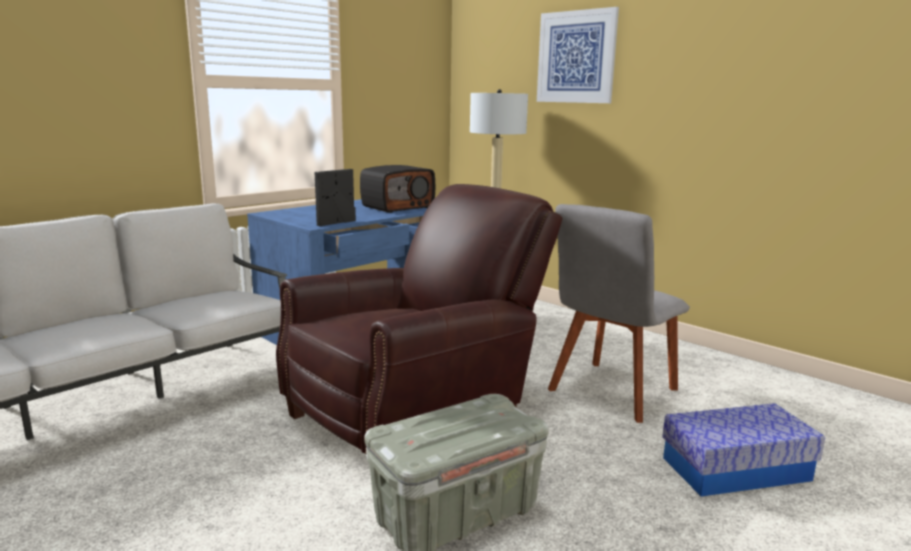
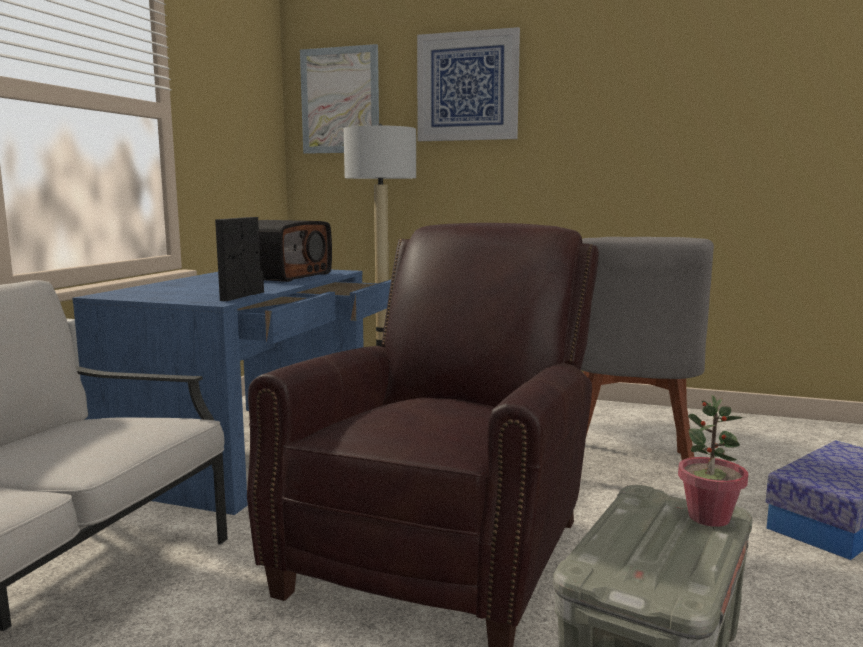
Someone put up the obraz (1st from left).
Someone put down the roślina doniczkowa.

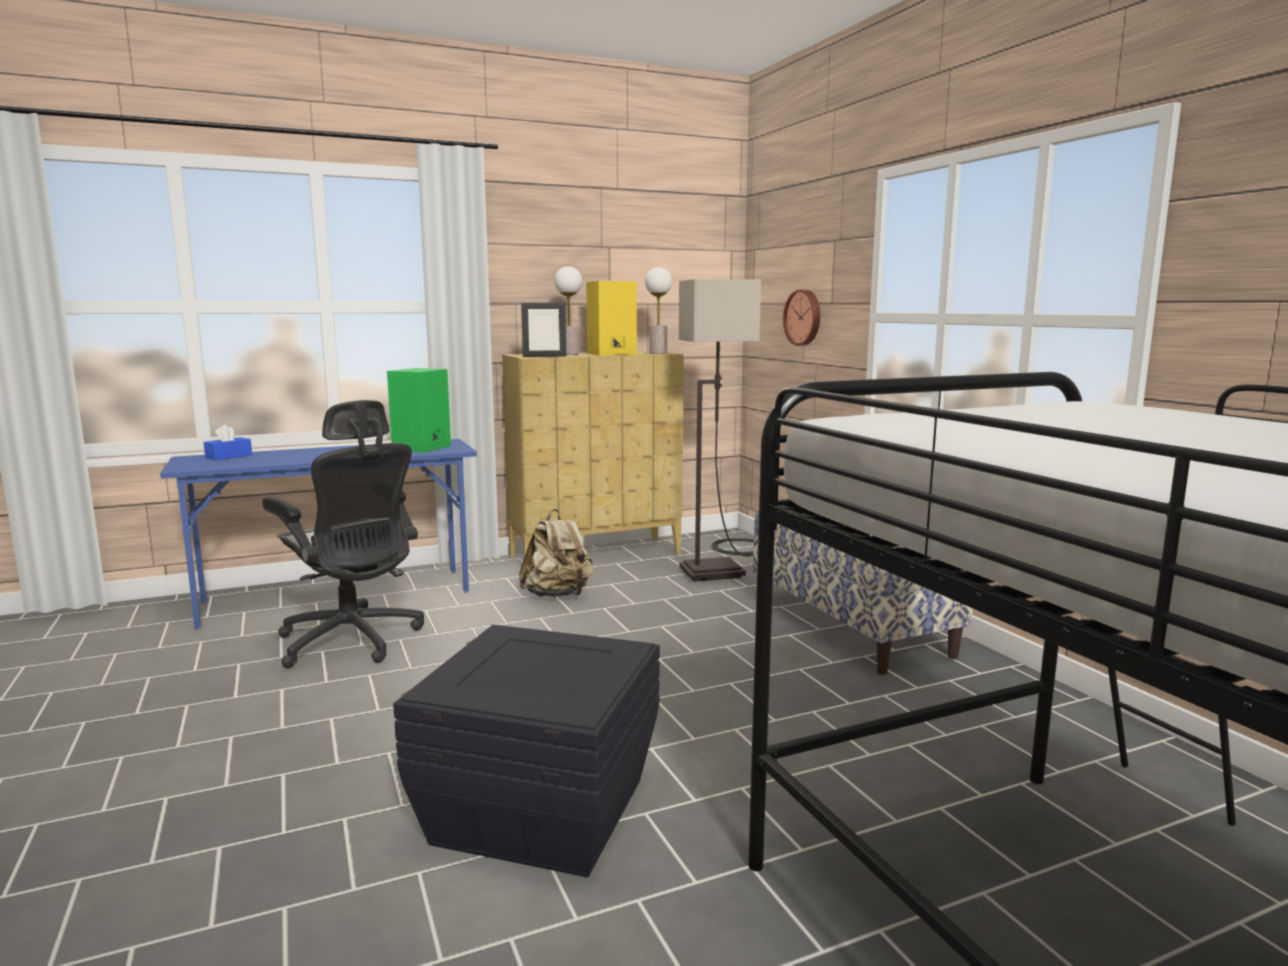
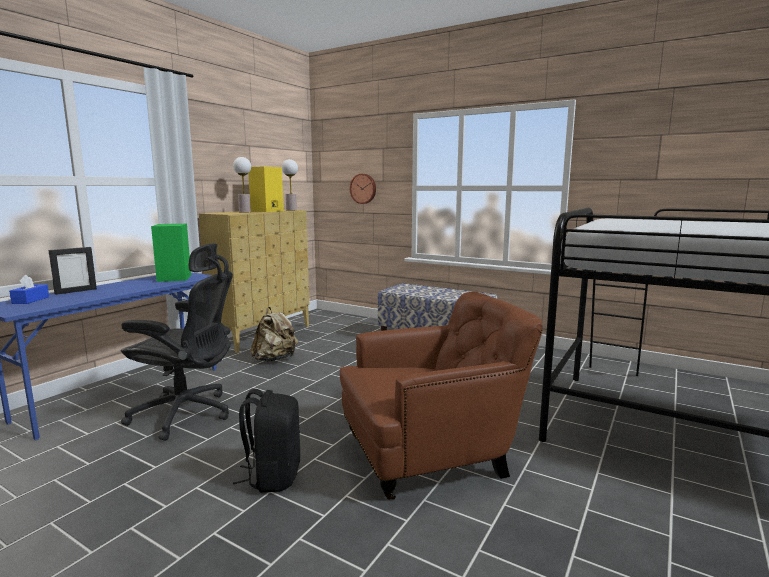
Someone took away the lampa stojąca.
Someone put down the plecak/czarny.
Someone carried the ramka na zdjęcie.
Someone swapped the pojemnik do przechowywania/czarny for the fotel/brązowy.

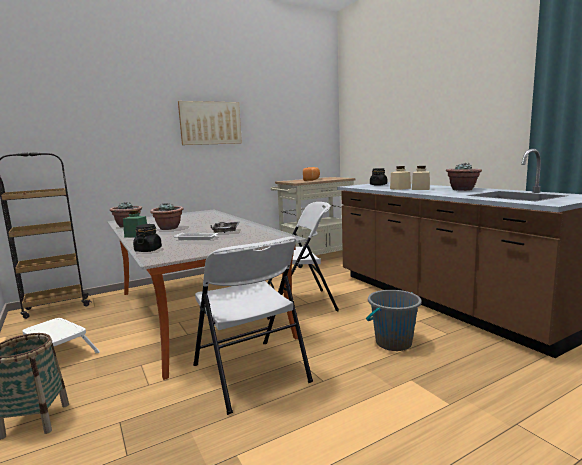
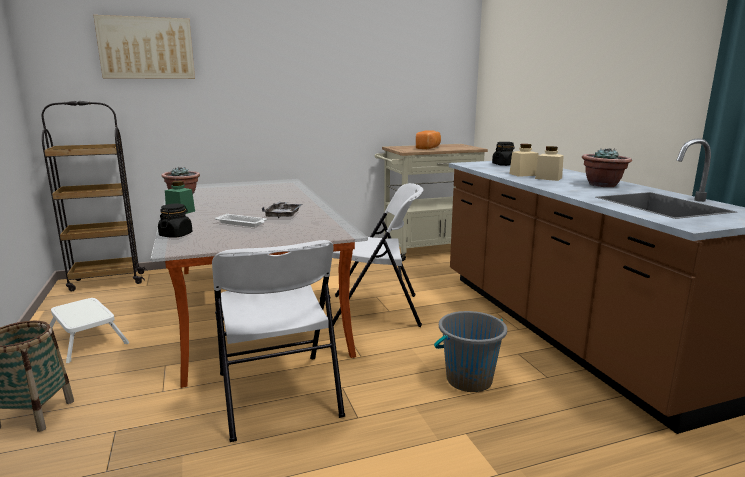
Someone took away the roślina doniczkowa (2nd from left).
Someone carried the obraz.

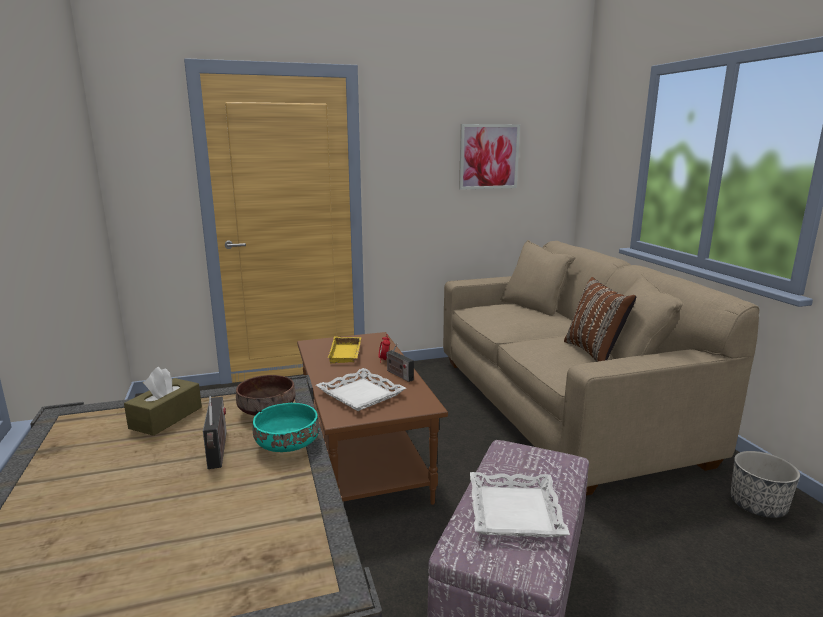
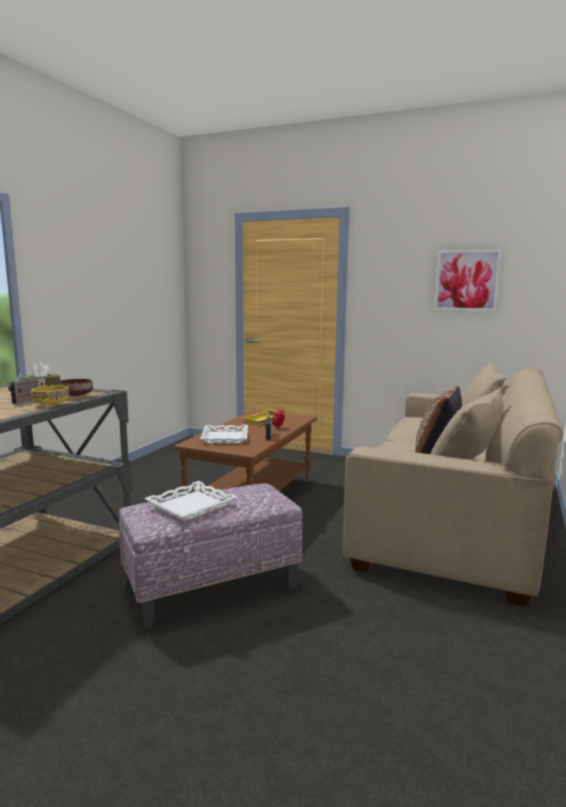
Someone took away the donica.
Someone repainted the miska/turkusowy, which became the miska/żółty.

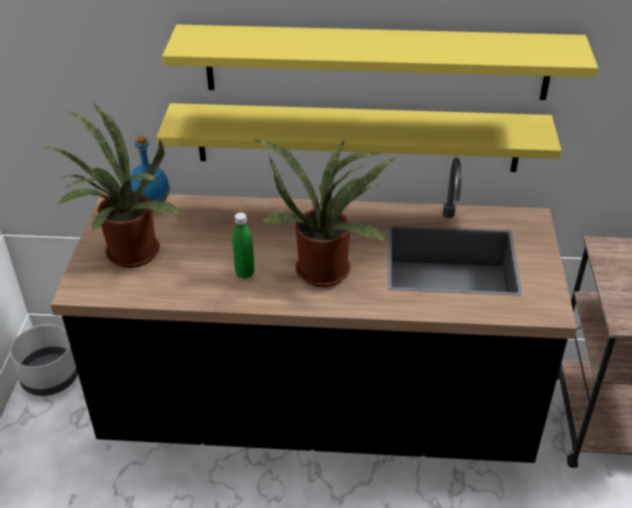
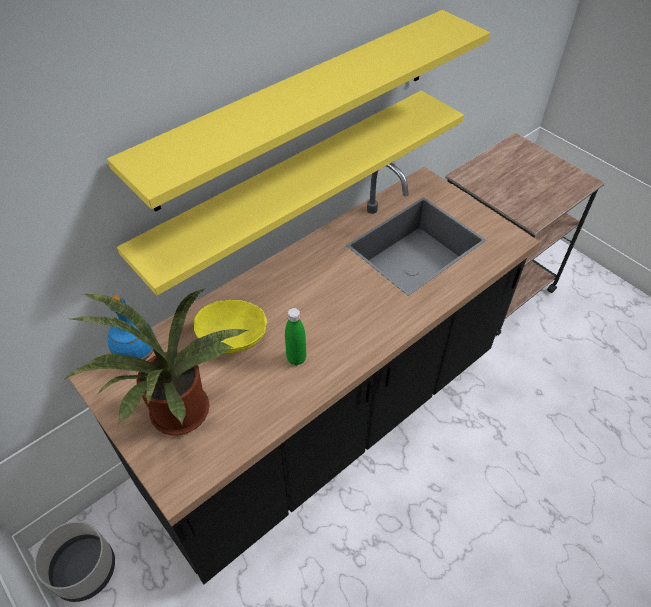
Someone took away the roślina doniczkowa (2nd from left).
Someone put down the miska/żółty.

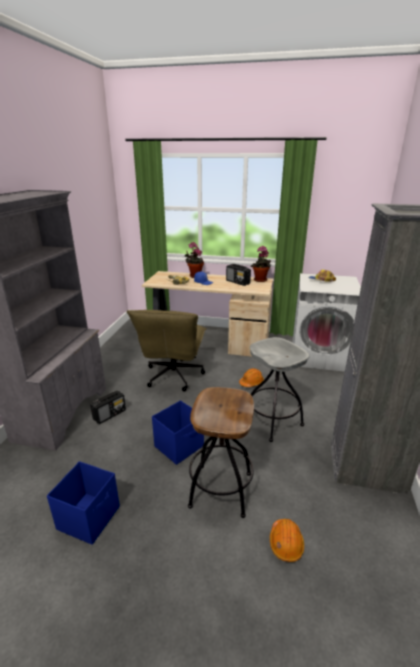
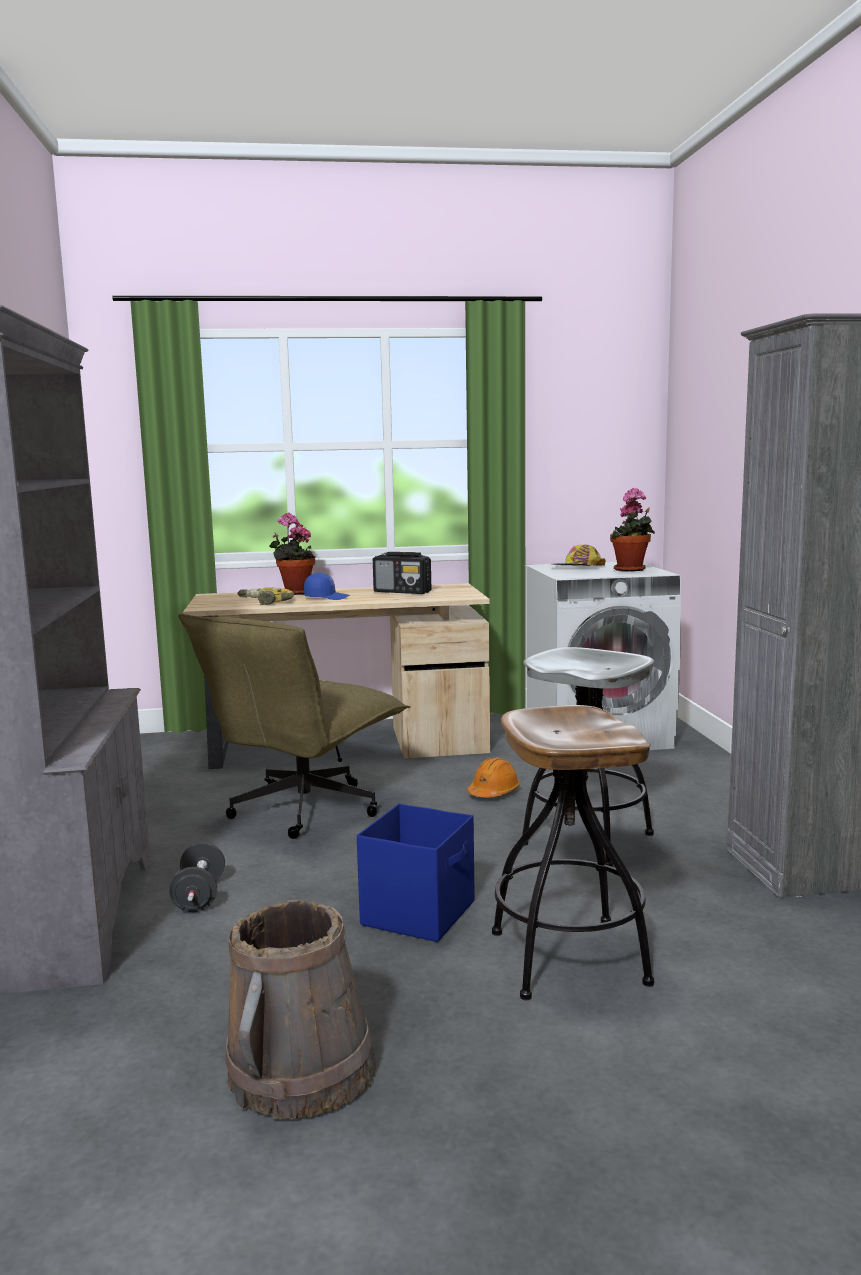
Someone took away the kask/pomarańczowy (2nd from left).
Someone carried the roślina doniczkowa (2nd from left).
Someone swapped the pojemnik do przechowywania/niebieski (1st from left) for the wiadro/brązowy.
Someone swapped the radio (1st from left) for the hantel/czarny.
Someone rotated the krzesło biurowe/beżowy by 45 degrees clockwise.

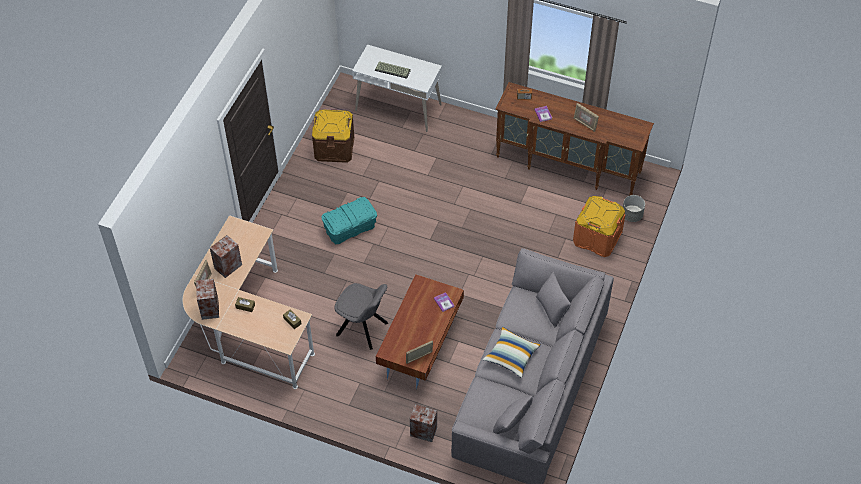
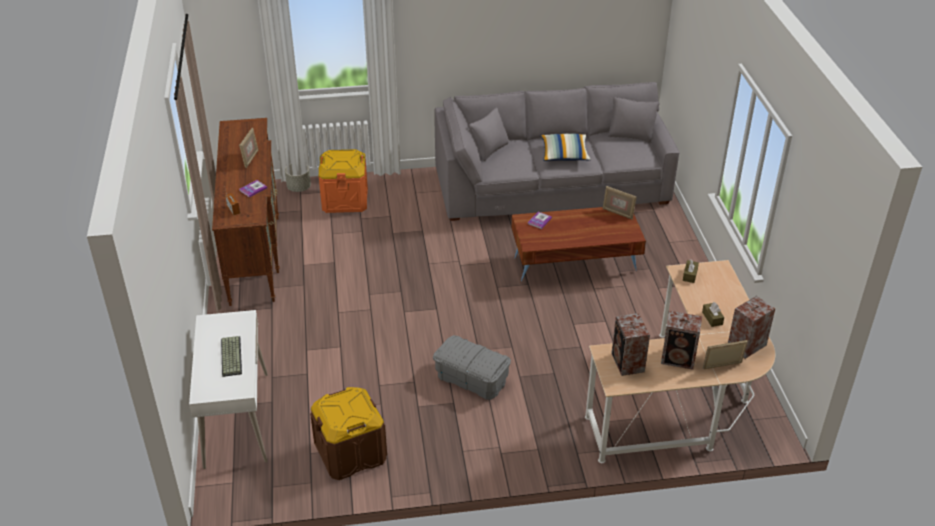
Someone took away the krzesło/szary.
Someone carried the głośnik (3rd from left in the first image).
Someone repainted the pojemnik do przechowywania/turkusowy, which became the pojemnik do przechowywania/szary.

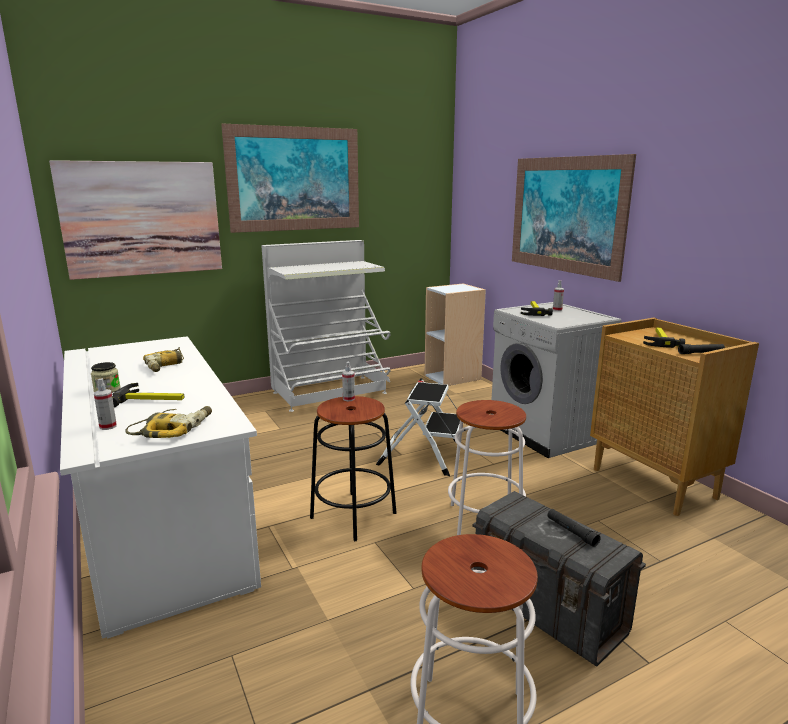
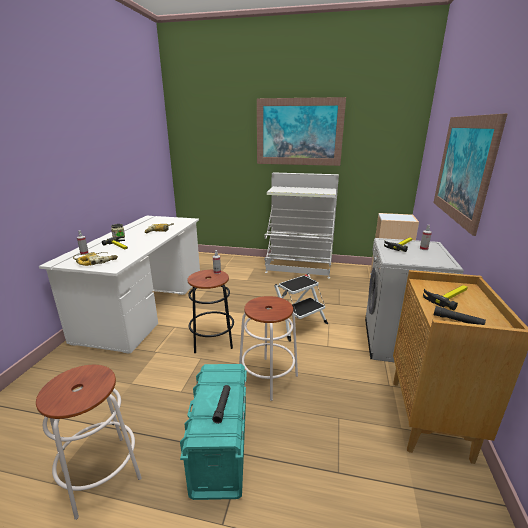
Someone took away the obraz (1st from left).
Someone repainted the pojemnik do przechowywania/szary, which became the pojemnik do przechowywania/turkusowy.

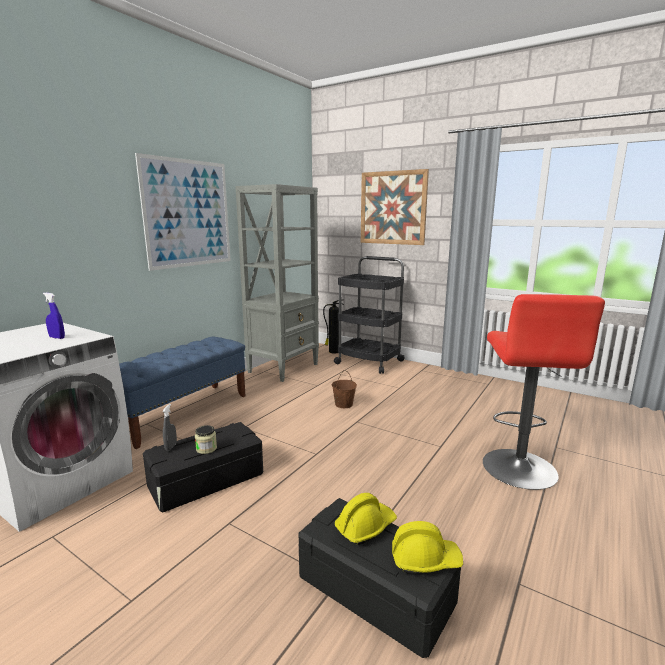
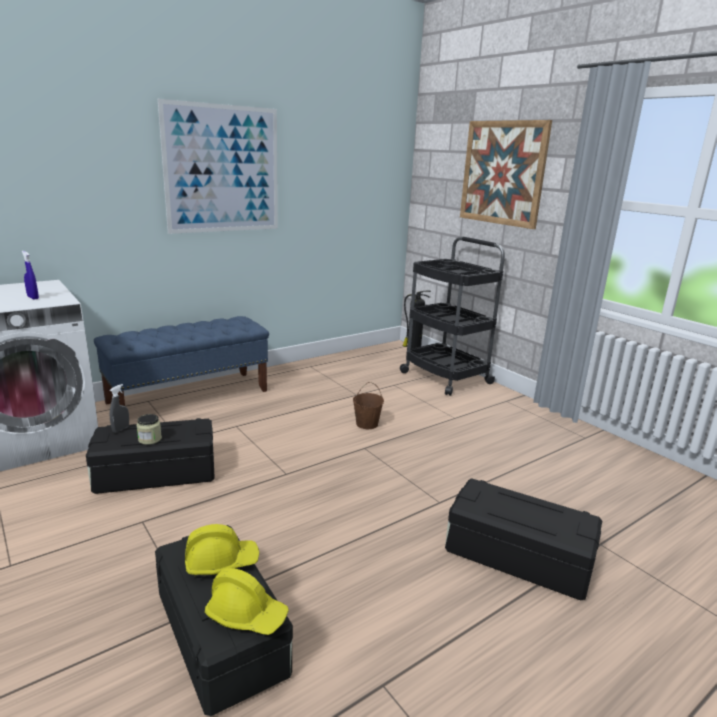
Someone took away the regał/szary.
Someone swapped the stołek/czerwony for the pojemnik do przechowywania/czarny (3rd from left).

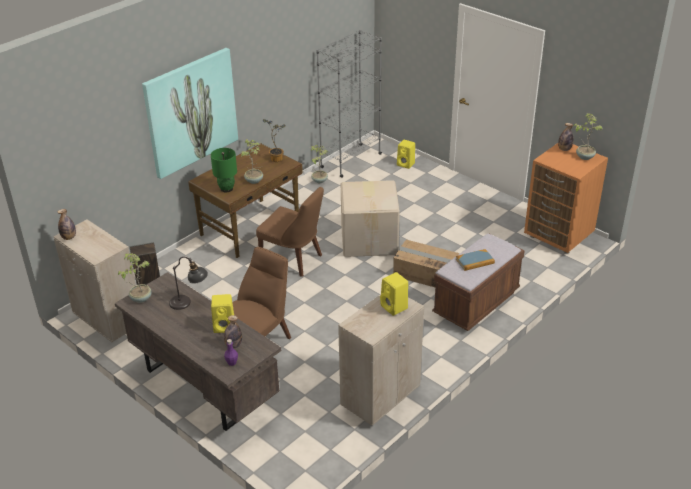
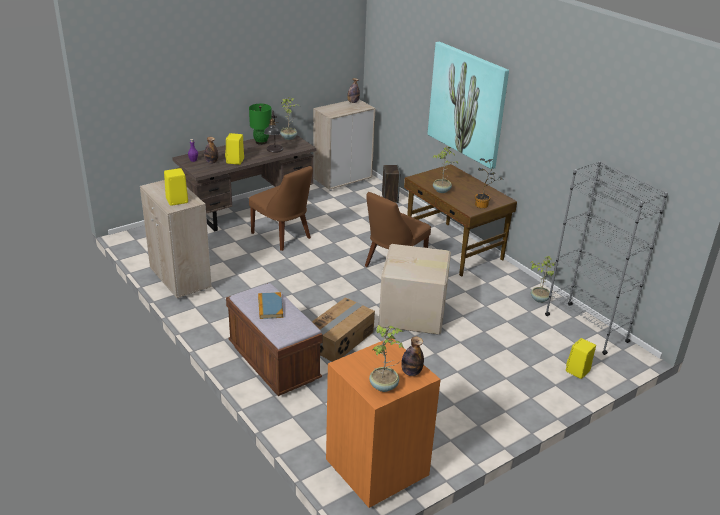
Someone carried the lampa stołowa/zielony.

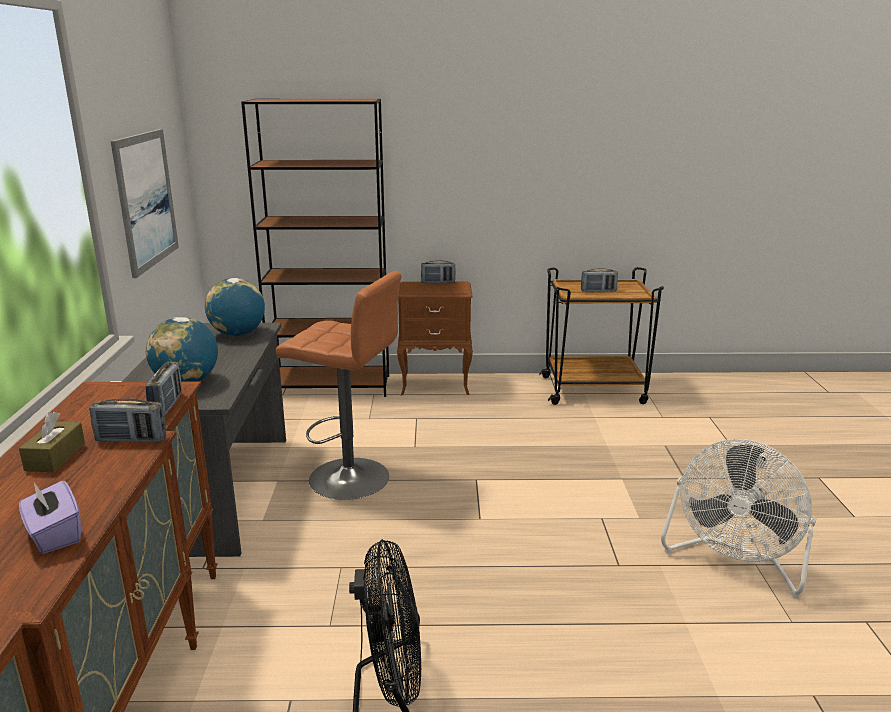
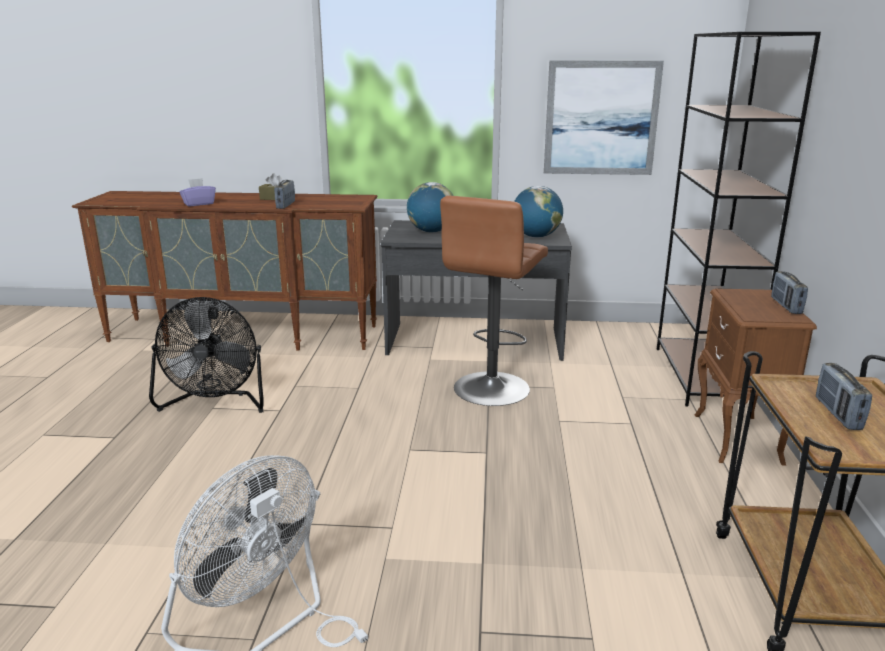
Someone took away the radio (2nd from left).

